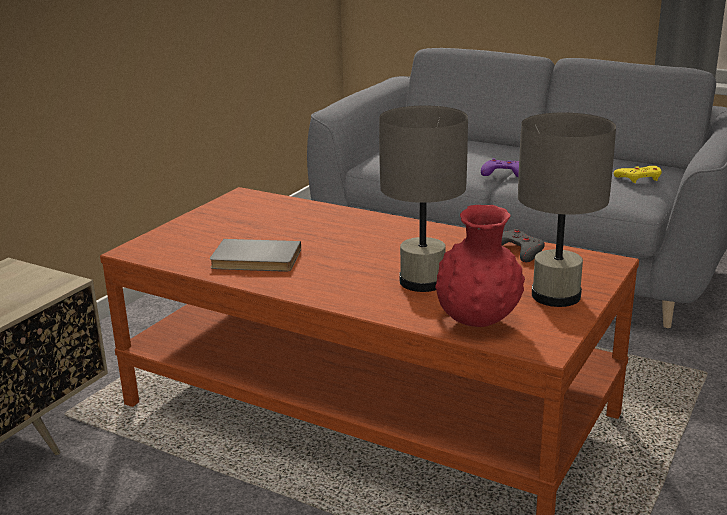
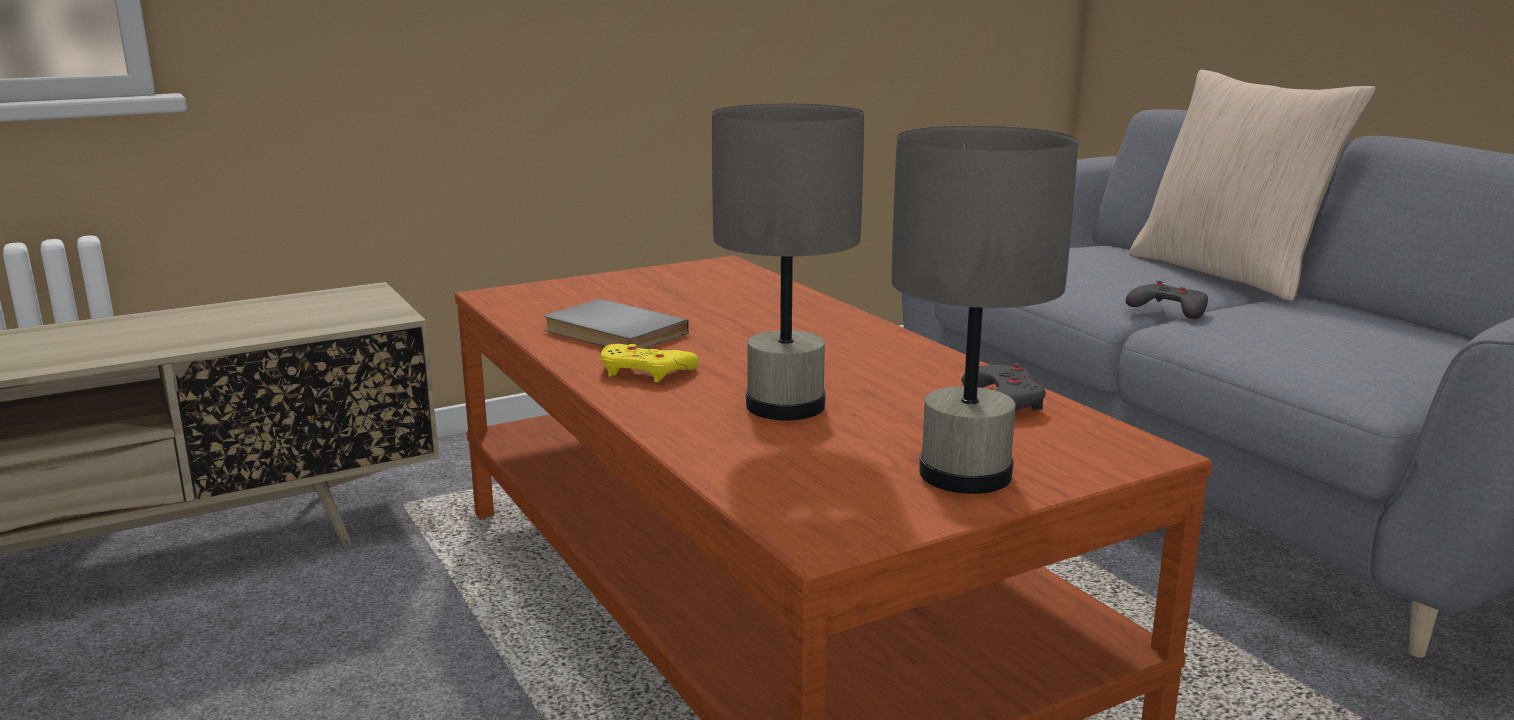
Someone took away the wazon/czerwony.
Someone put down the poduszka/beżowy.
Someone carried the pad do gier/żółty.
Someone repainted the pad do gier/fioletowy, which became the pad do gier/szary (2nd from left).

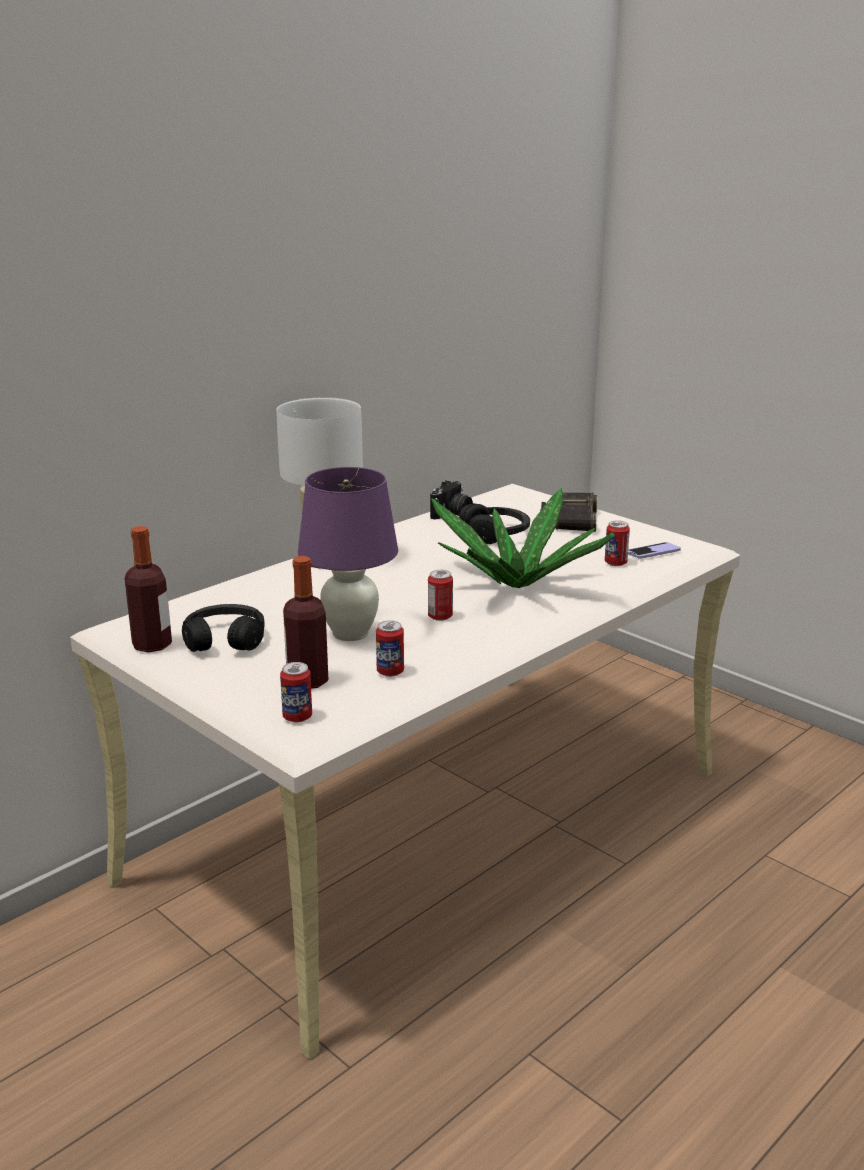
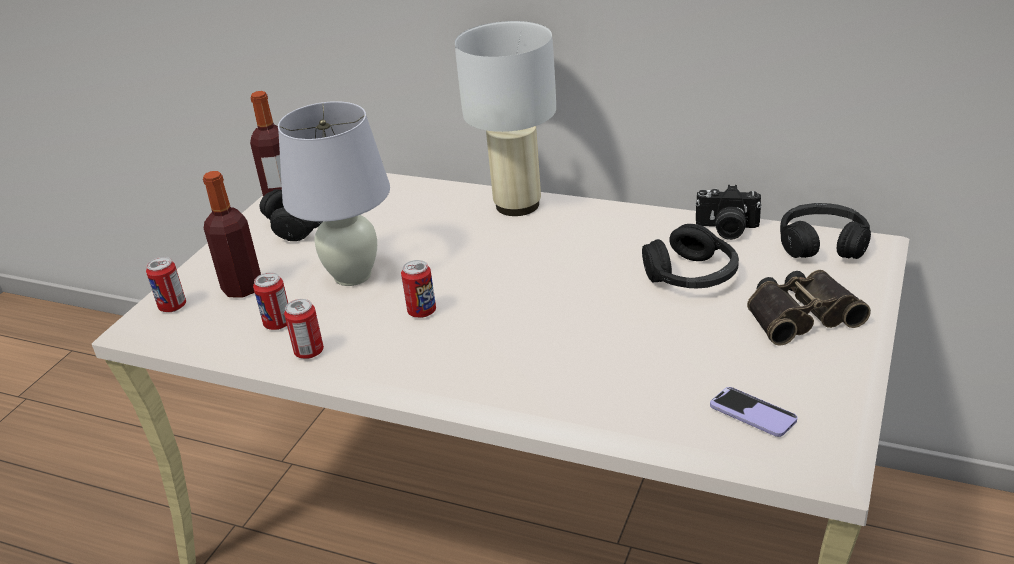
Someone took away the roślina doniczkowa.
Someone put down the słuchawki/czarny (3rd from left).
Someone carried the puszka (4th from left in the first image).
Someone repainted the lampa stołowa/fioletowy, which became the lampa stołowa/biały (1st from left).

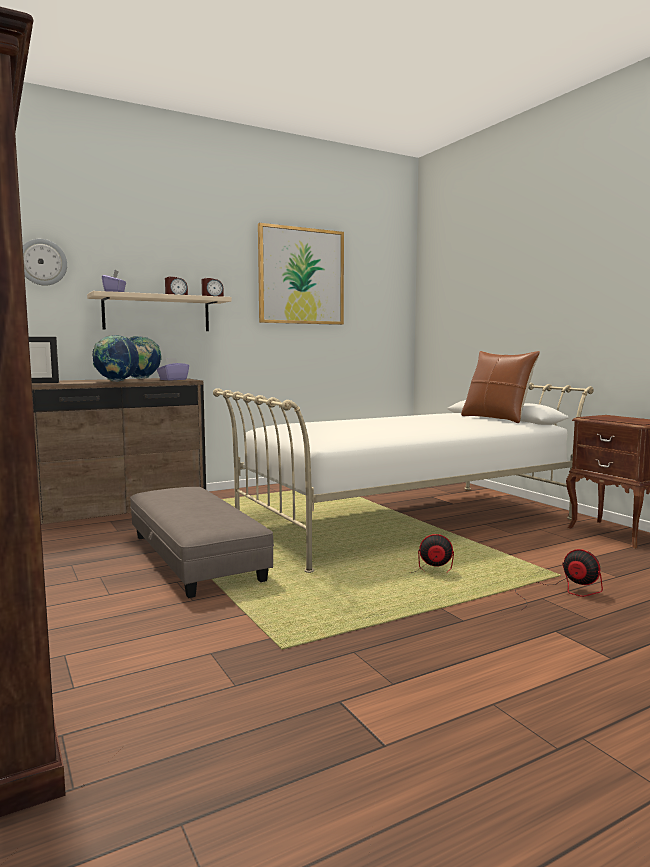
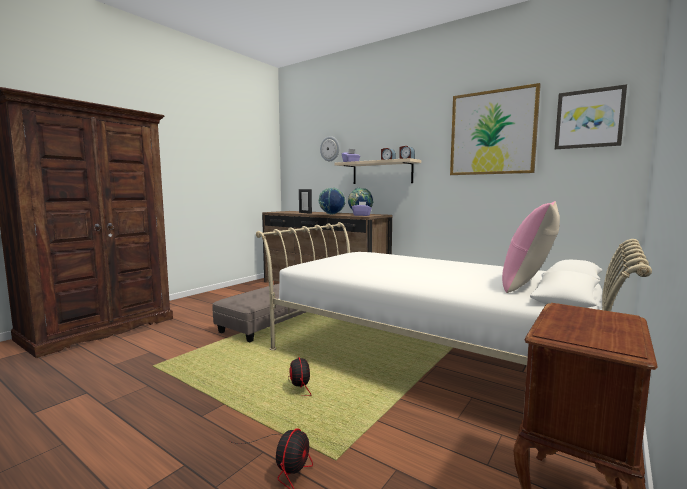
Someone put up the obraz (2nd from left).
Someone repainted the poduszka/brązowy, which became the poduszka/różowy.

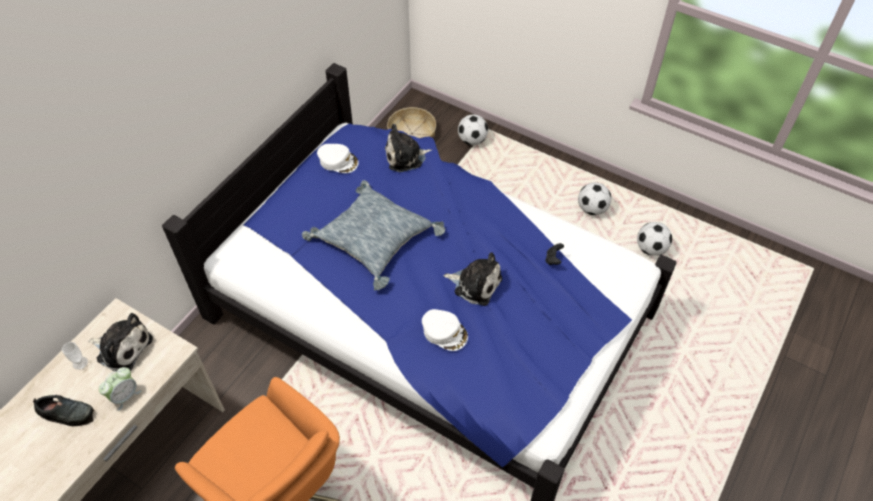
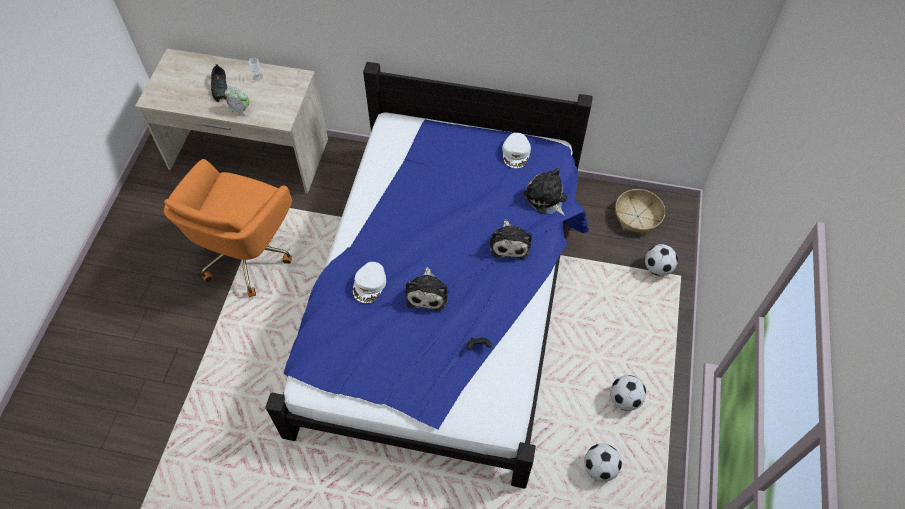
Someone took away the poduszka.
Someone carried the pluszak (1st from left in the first image).

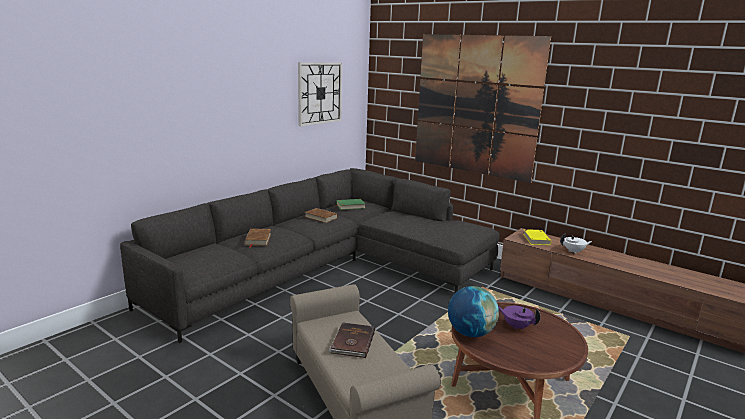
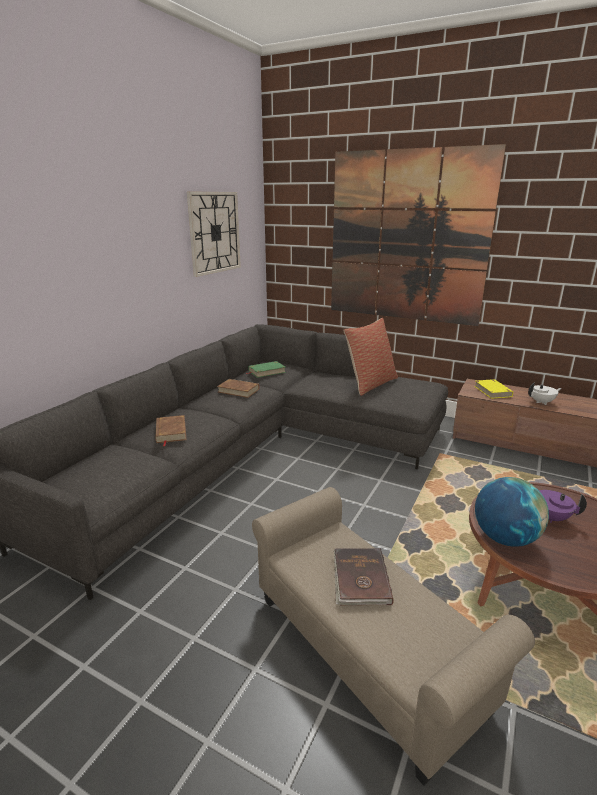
Someone put down the poduszka.

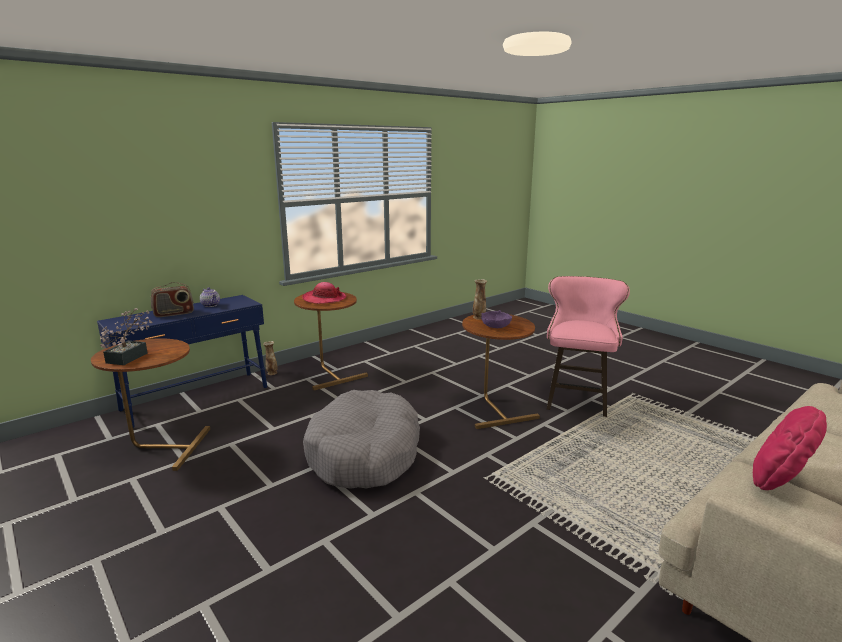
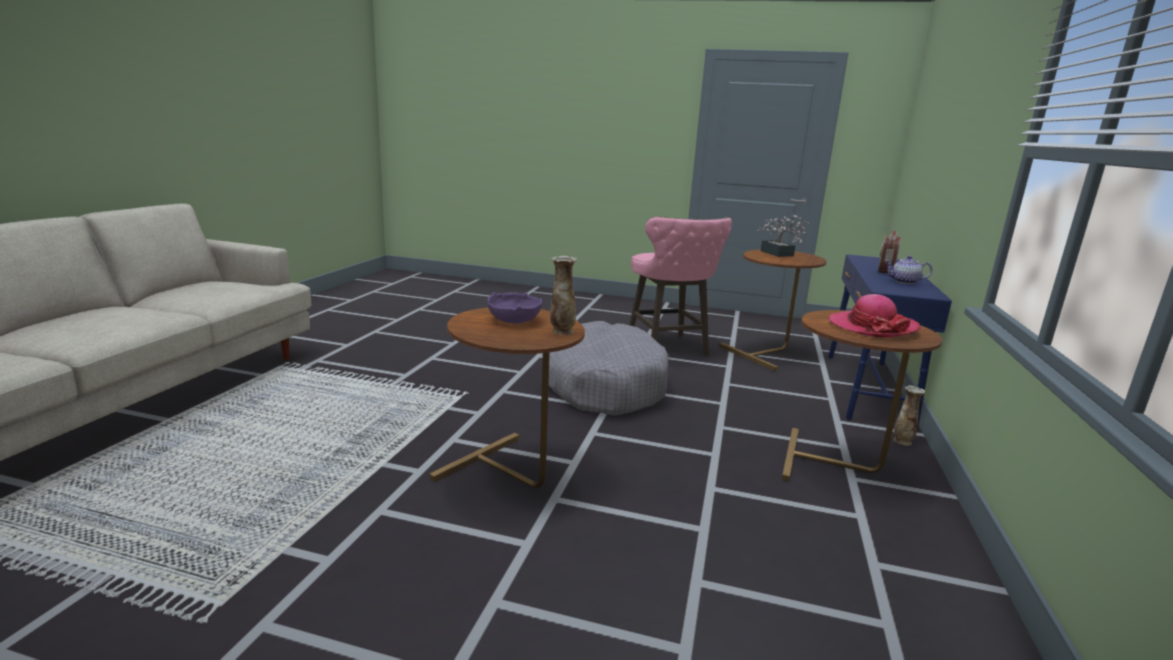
Someone took away the poduszka/różowy.
Someone carried the stołek/różowy.

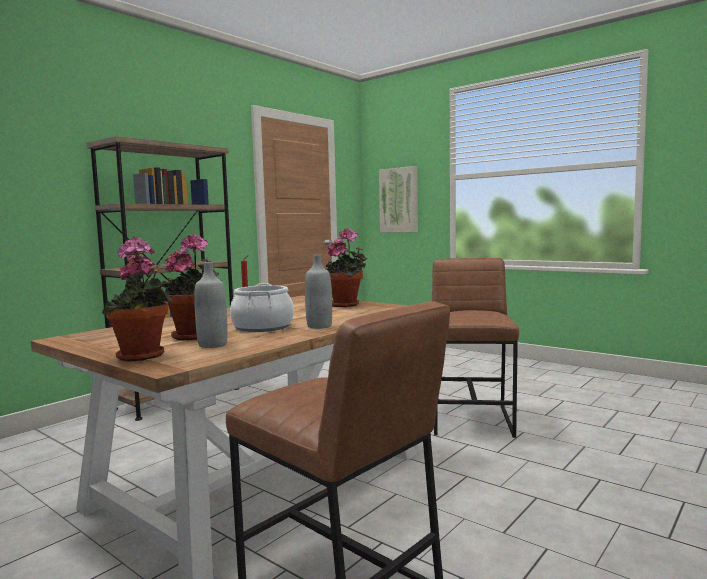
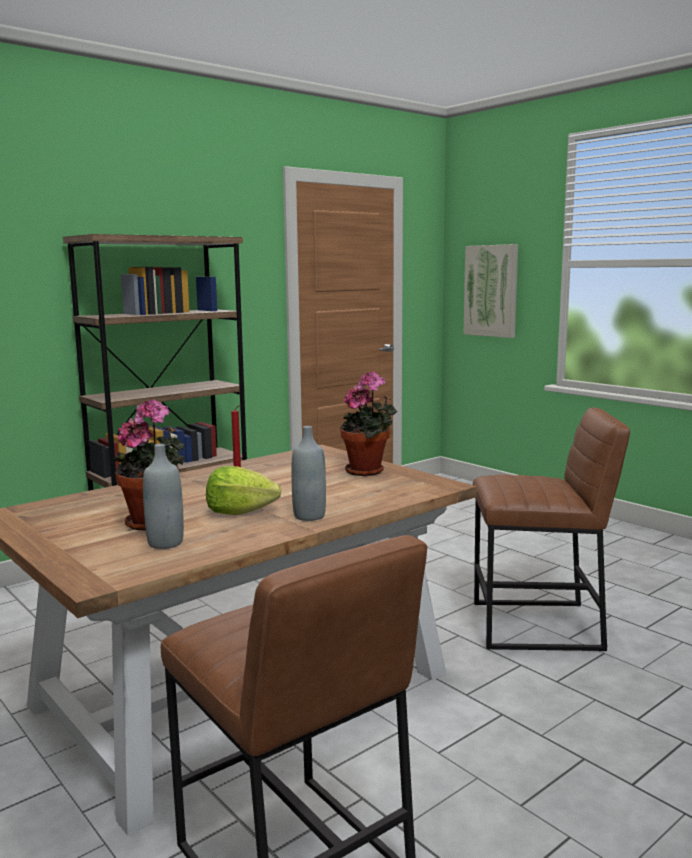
Someone took away the roślina doniczkowa (1st from left).
Someone swapped the garnek for the sałata.
Someone rotated the krzesło/brązowy (2nd from left) by 75 degrees clockwise.

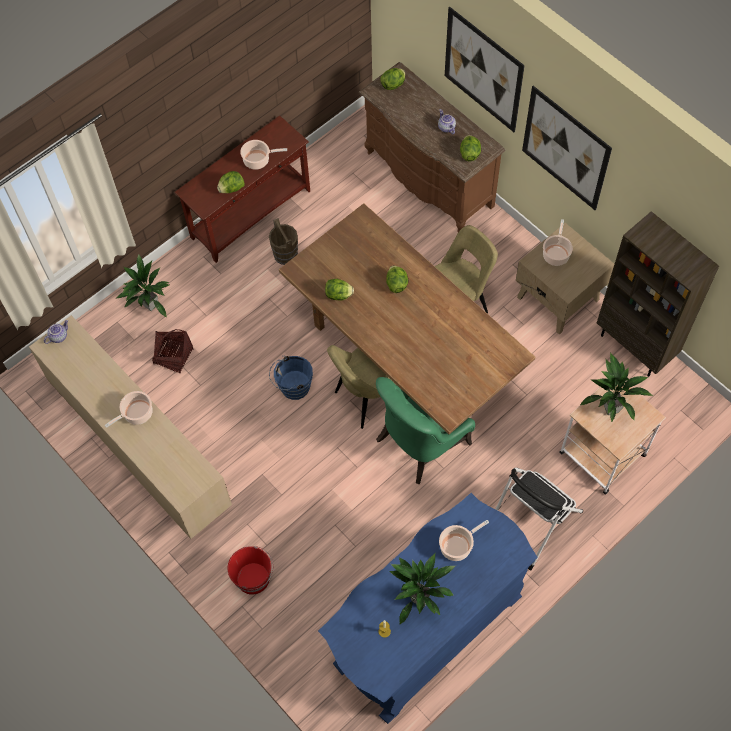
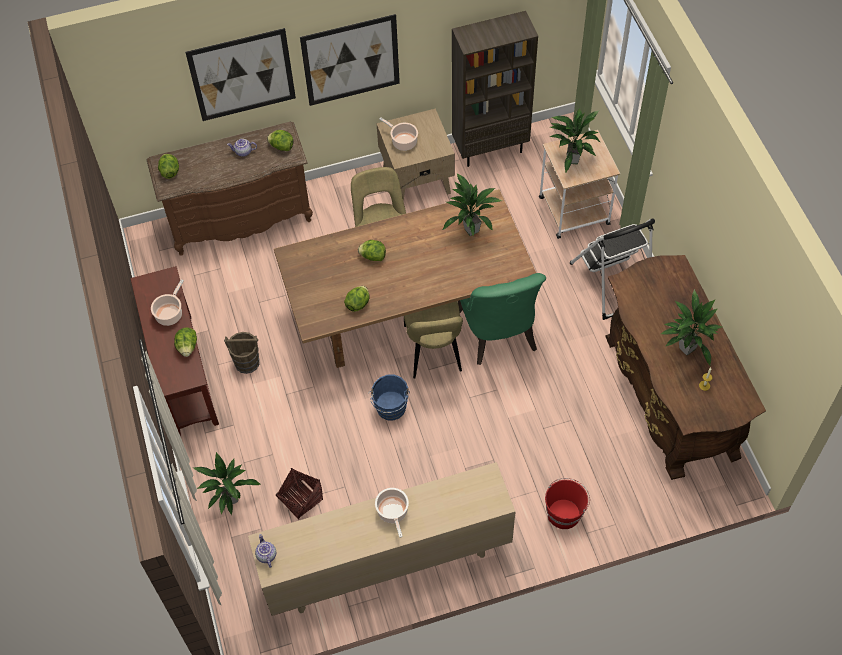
Someone took away the garnek (3rd from left).
Someone put down the roślina doniczkowa (2nd from left).
Someone repainted the komoda/niebieski, which became the komoda/brązowy (2nd from left).

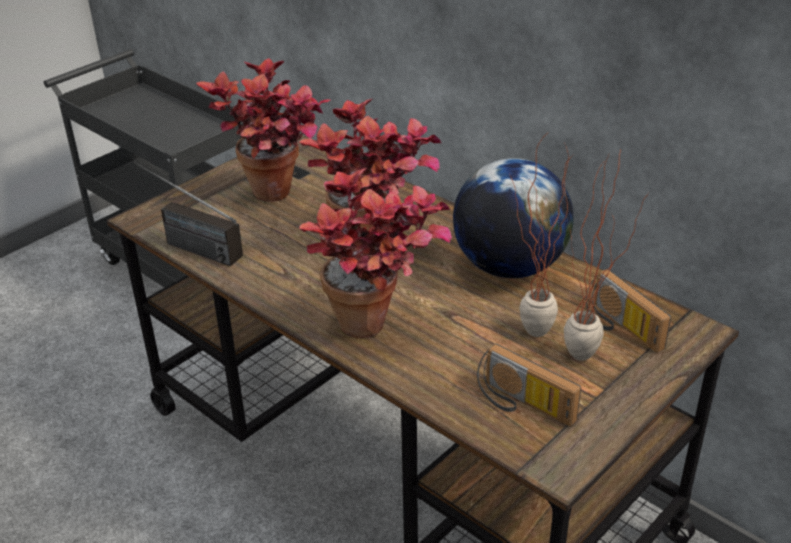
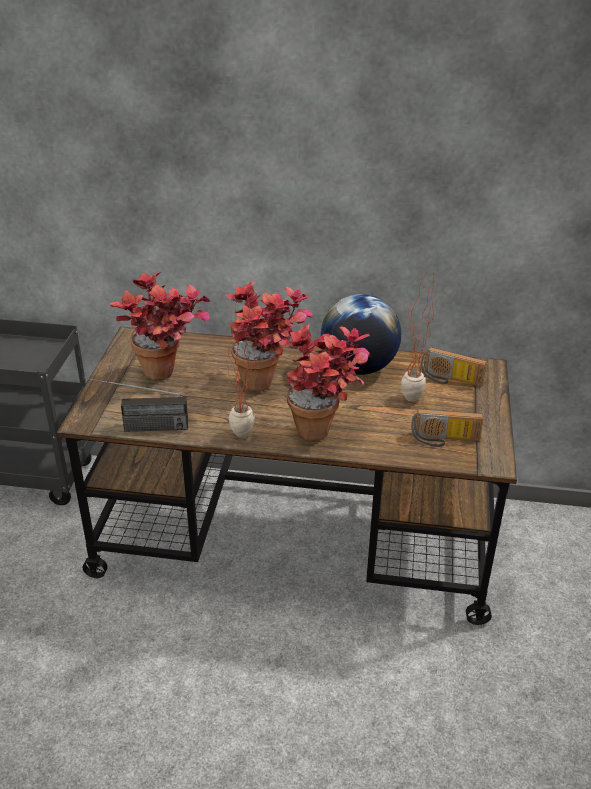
Someone carried the roślina doniczkowa (5th from left in the first image).

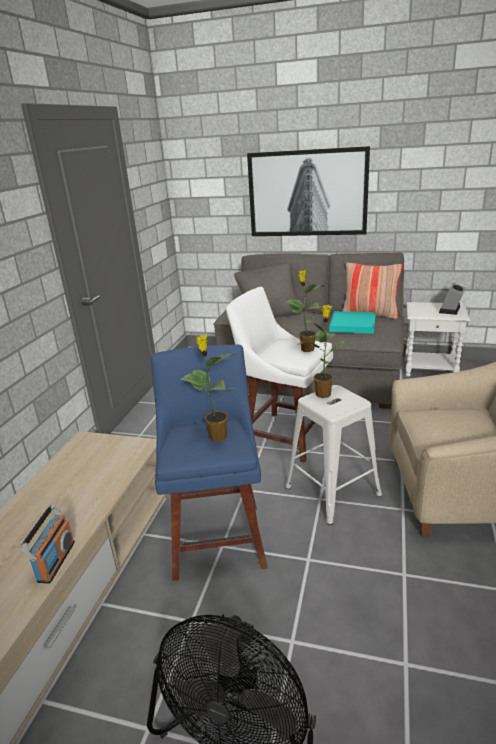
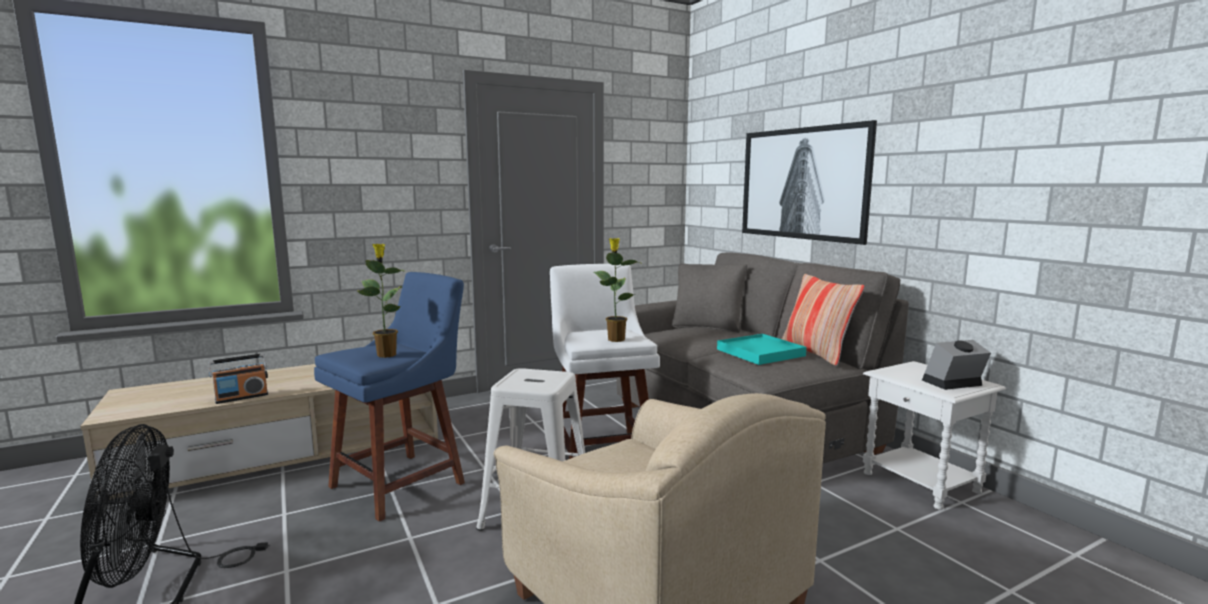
Someone took away the roślina doniczkowa (3rd from left).

